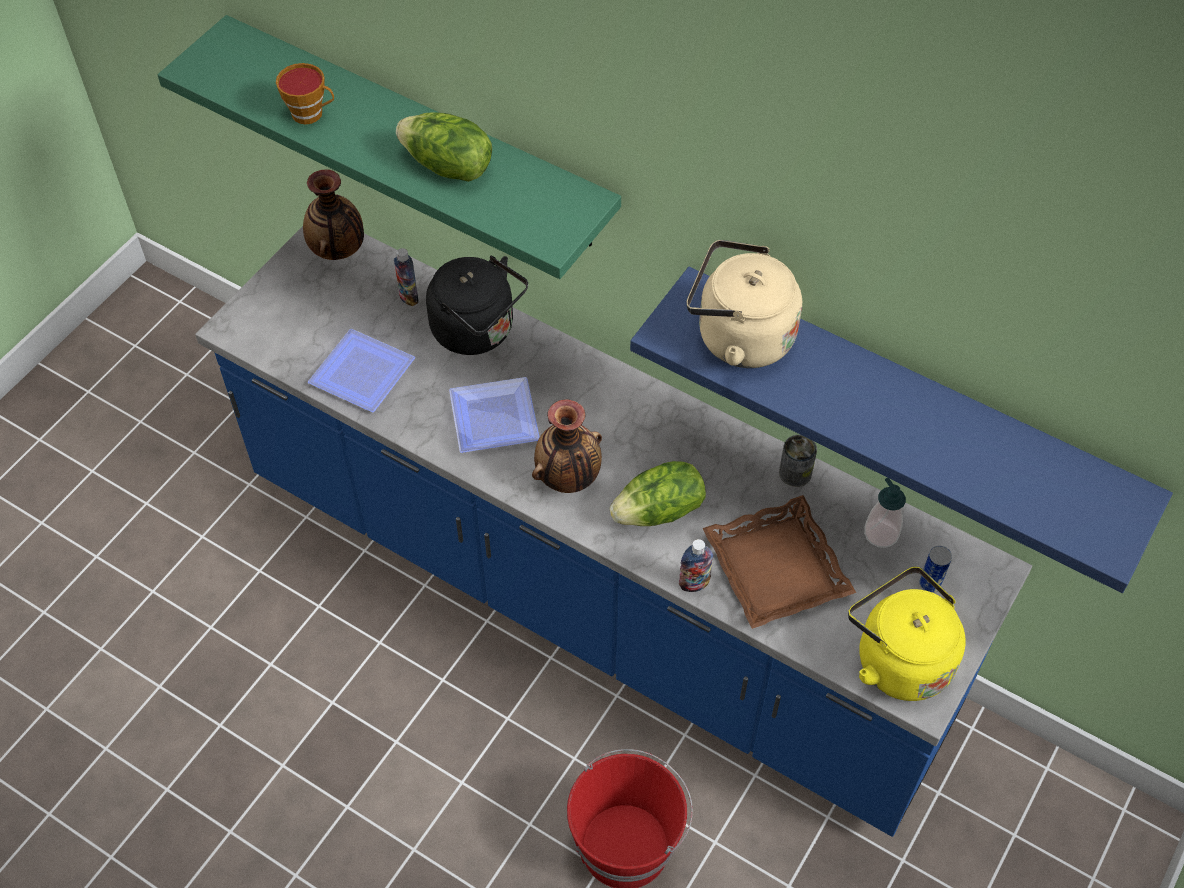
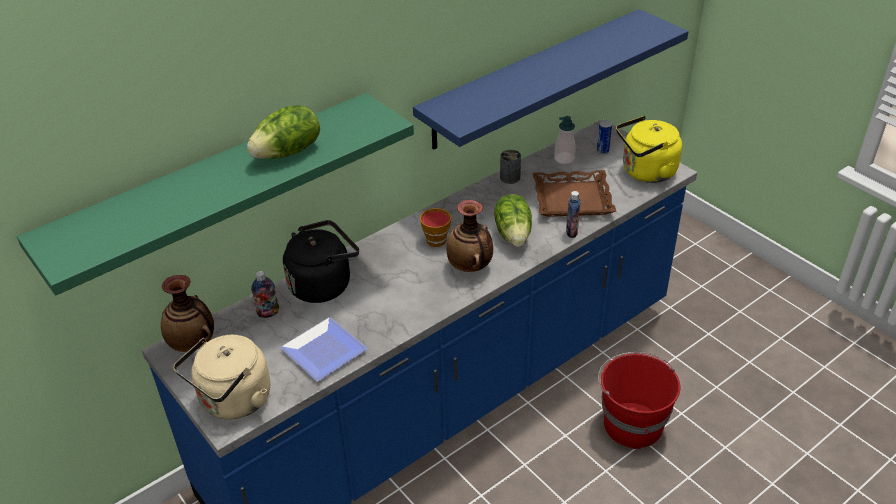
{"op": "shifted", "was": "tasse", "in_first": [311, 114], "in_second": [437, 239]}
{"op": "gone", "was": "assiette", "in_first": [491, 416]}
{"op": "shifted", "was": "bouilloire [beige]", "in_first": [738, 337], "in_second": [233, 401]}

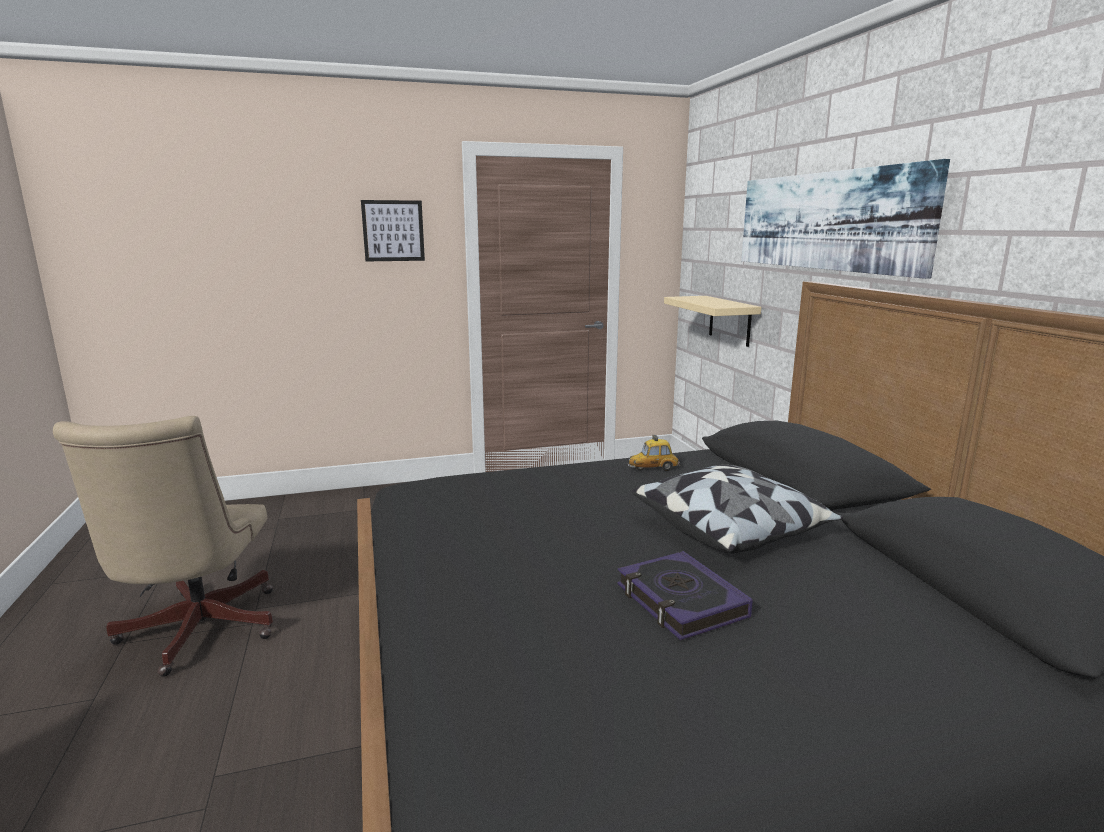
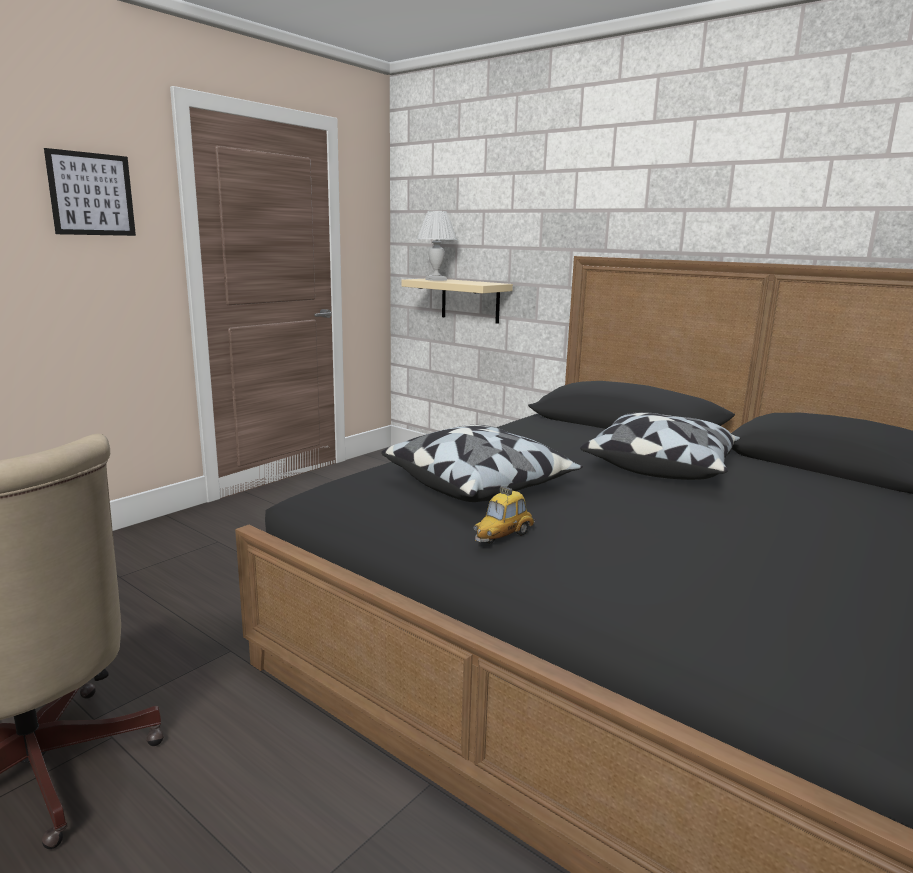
{"op": "gone", "was": "livre", "in_first": [680, 601]}
{"op": "shifted", "was": "petite voiture", "in_first": [653, 469], "in_second": [503, 536]}
{"op": "gone", "was": "tableau", "in_first": [826, 221]}
{"op": "new", "now": "coussin", "in_second": [480, 486]}
{"op": "new", "now": "lampe de table [blanc]", "in_second": [435, 280]}

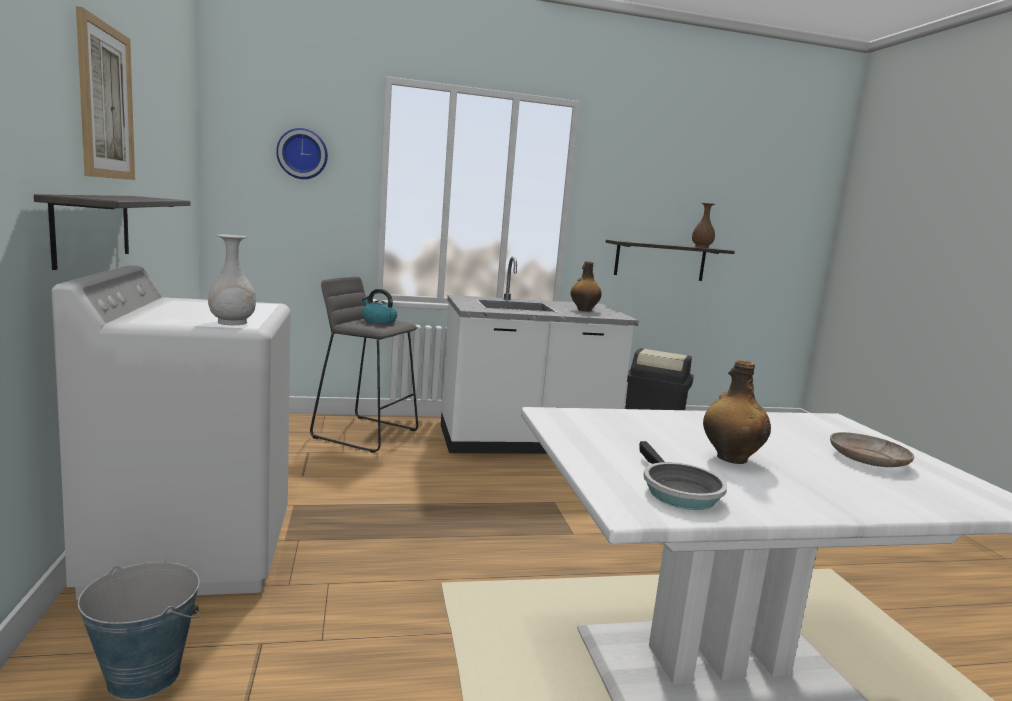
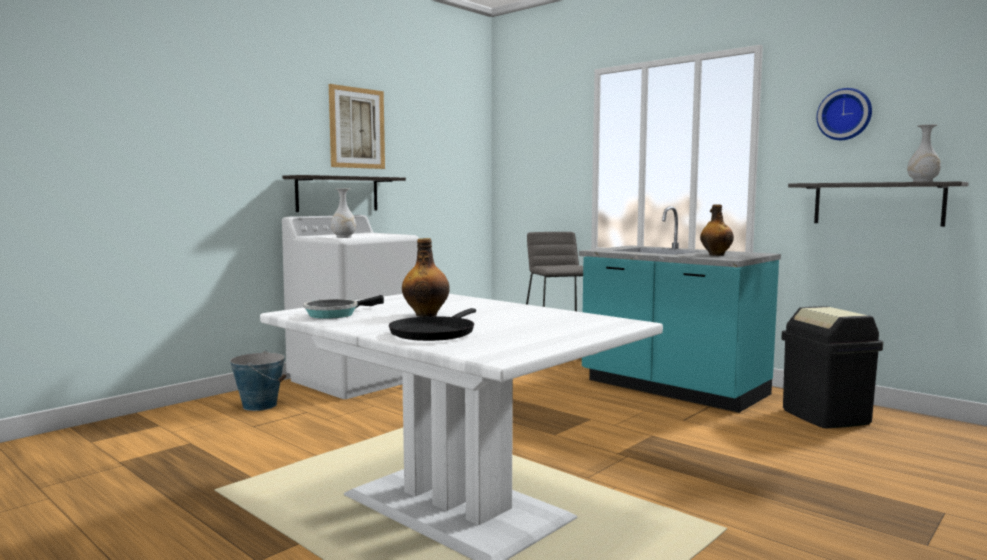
{"op": "shifted", "was": "horloge murale", "in_first": [302, 154], "in_second": [845, 114]}
{"op": "gone", "was": "bouilloire", "in_first": [378, 321]}
{"op": "repainted", "was": "comptoir de cuisine [blanc]", "now": "comptoir de cuisine [turquoise]", "in_first": [525, 442], "in_second": [672, 388]}
{"op": "repainted", "was": "vase [marron]", "now": "vase [blanc]", "in_first": [702, 247], "in_second": [922, 181]}
{"op": "gone", "was": "assiette [beige]", "in_first": [867, 459]}
{"op": "new", "now": "poêle [noir]", "in_second": [434, 333]}

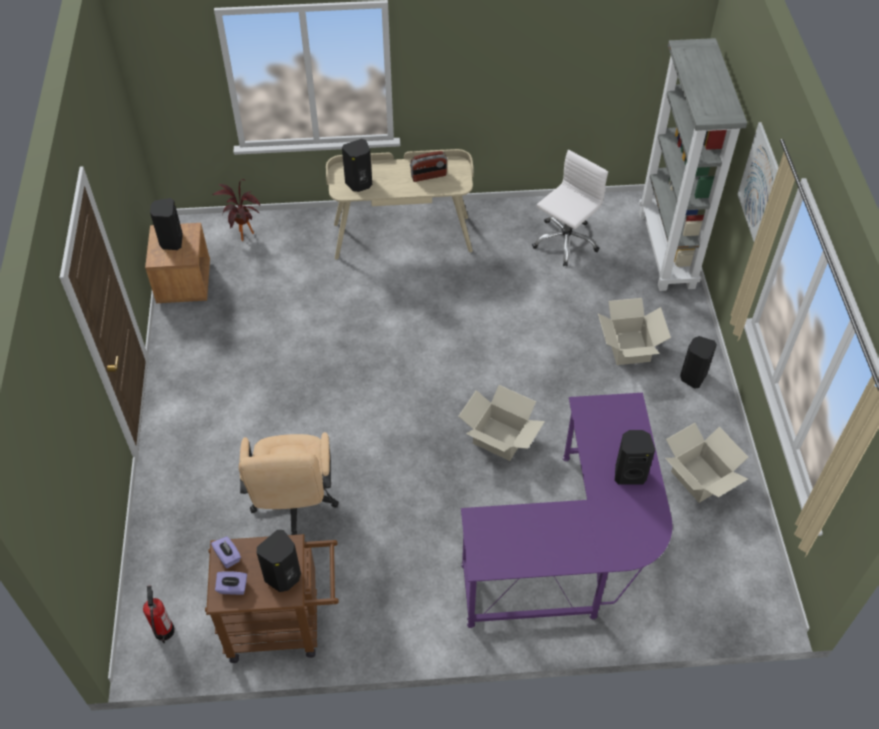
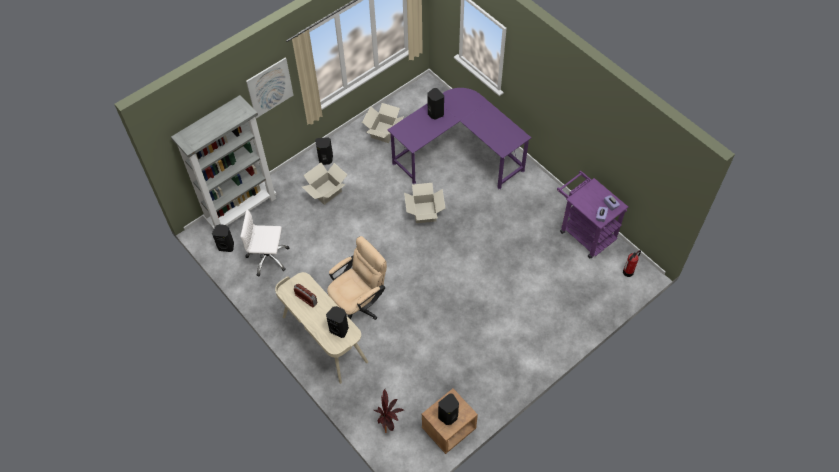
{"op": "repainted", "was": "chariot [marron]", "now": "chariot [violet]", "in_first": [283, 625], "in_second": [584, 232]}
{"op": "shifted", "was": "chaise de bureau [beige]", "in_first": [294, 505], "in_second": [359, 304]}
{"op": "shifted", "was": "enceinte [noir]", "in_first": [284, 577], "in_second": [226, 246]}

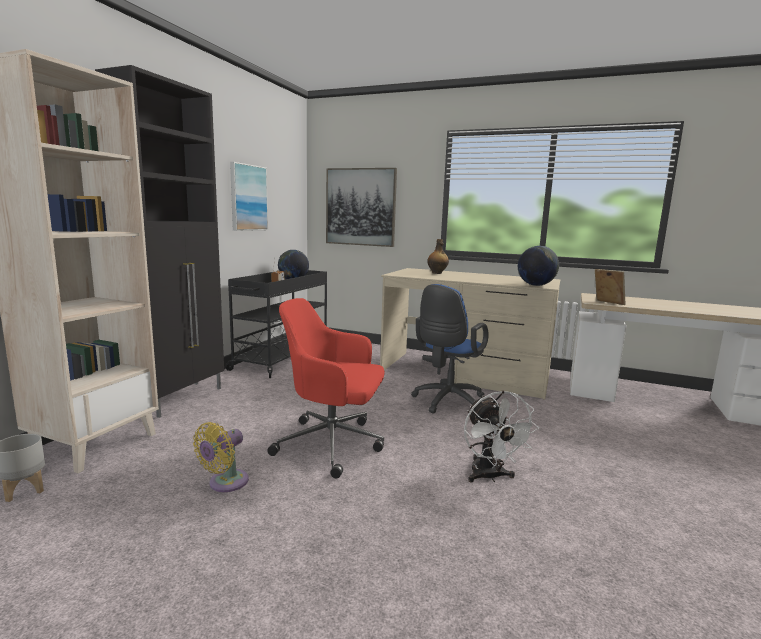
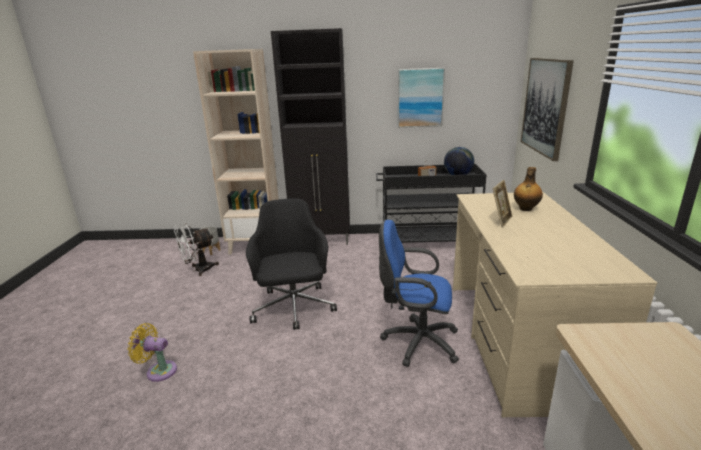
{"op": "shifted", "was": "ventilateur [jaune]", "in_first": [225, 483], "in_second": [158, 371]}
{"op": "repainted", "was": "chaise de bureau [rouge]", "now": "chaise de bureau [noir]", "in_first": [332, 444], "in_second": [294, 308]}
{"op": "shifted", "was": "ventilateur [blanc]", "in_first": [490, 477], "in_second": [198, 270]}
{"op": "gone", "was": "globe", "in_first": [536, 285]}
{"op": "shifted", "was": "cadre photo", "in_first": [607, 303], "in_second": [501, 220]}

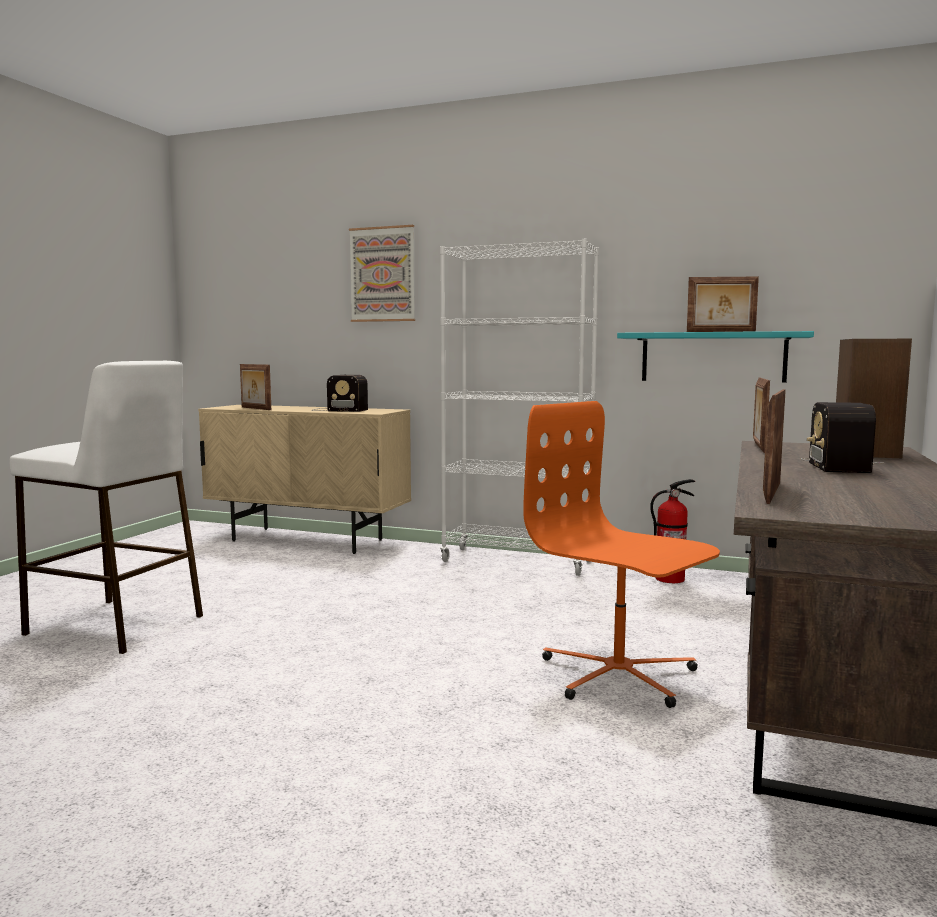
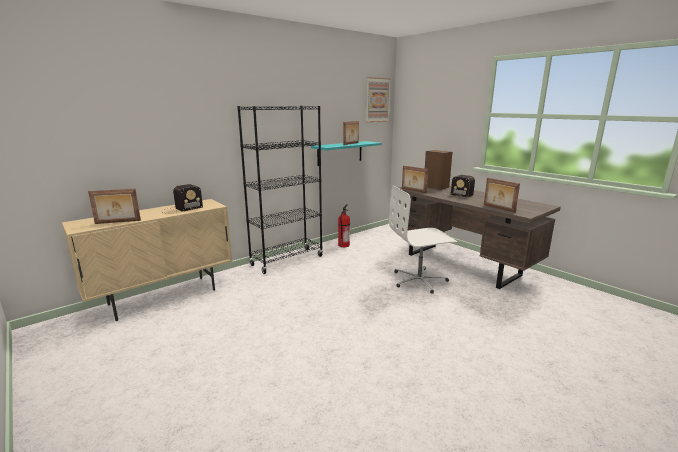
{"op": "gone", "was": "tabouret [blanc]", "in_first": [116, 625]}
{"op": "shifted", "was": "tableau", "in_first": [382, 274], "in_second": [377, 100]}
{"op": "repainted", "was": "bibliothèque [blanc]", "now": "bibliothèque [noir]", "in_first": [517, 561], "in_second": [287, 260]}
{"op": "repainted", "was": "chaise de bureau [orange]", "now": "chaise de bureau [blanc]", "in_first": [618, 675], "in_second": [419, 280]}

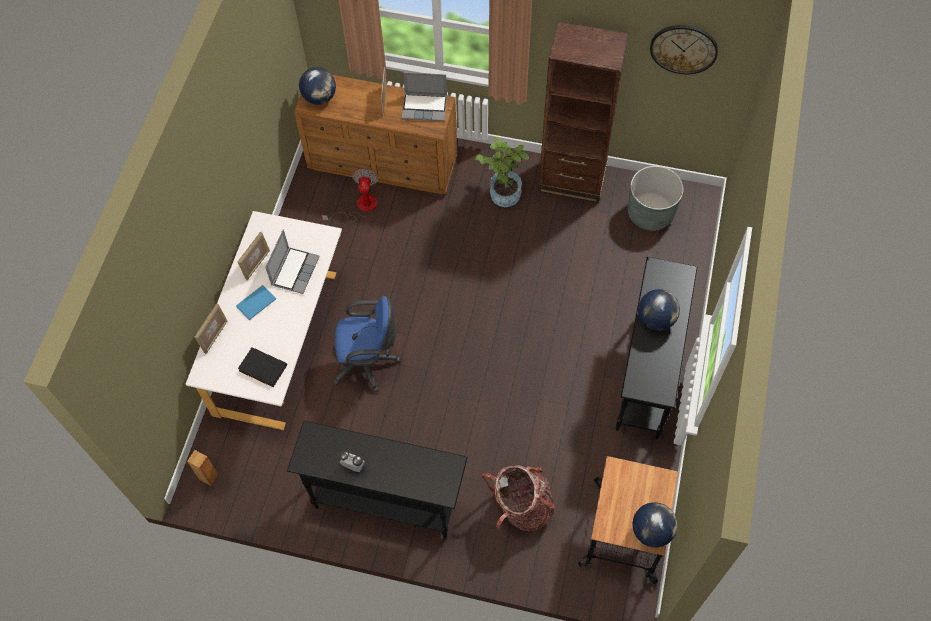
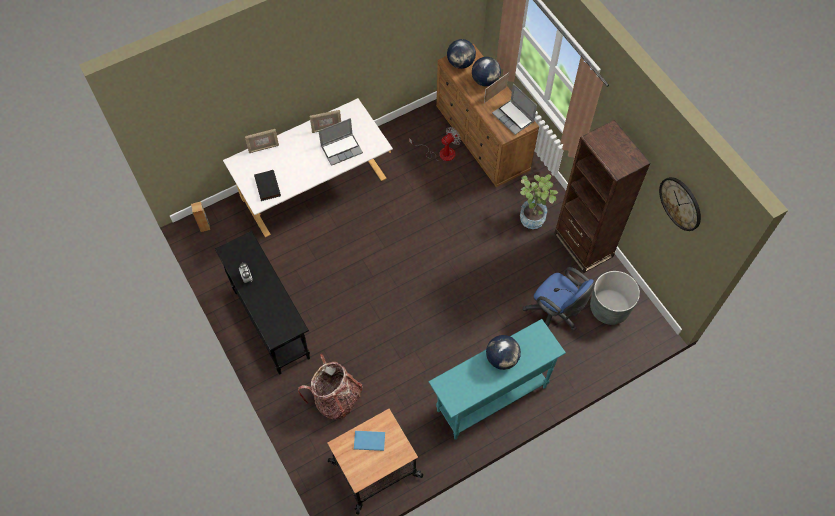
{"op": "shifted", "was": "livre [bleu]", "in_first": [255, 303], "in_second": [368, 440]}
{"op": "shifted", "was": "chaise de bureau [bleu]", "in_first": [368, 363], "in_second": [554, 314]}
{"op": "repainted", "was": "table console [noir]", "now": "table console [turquoise]", "in_first": [646, 376], "in_second": [491, 398]}
{"op": "shifted", "was": "globe", "in_first": [651, 531], "in_second": [485, 80]}

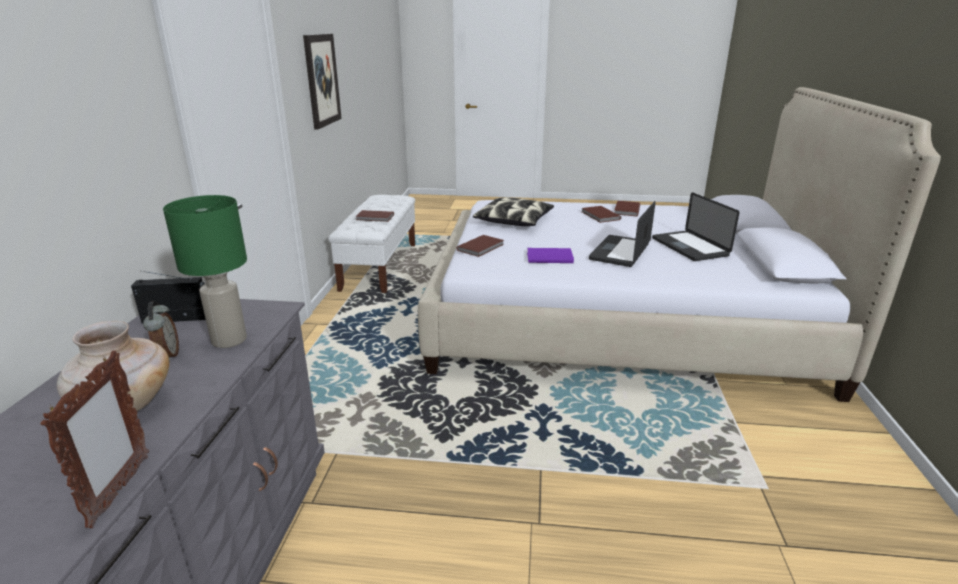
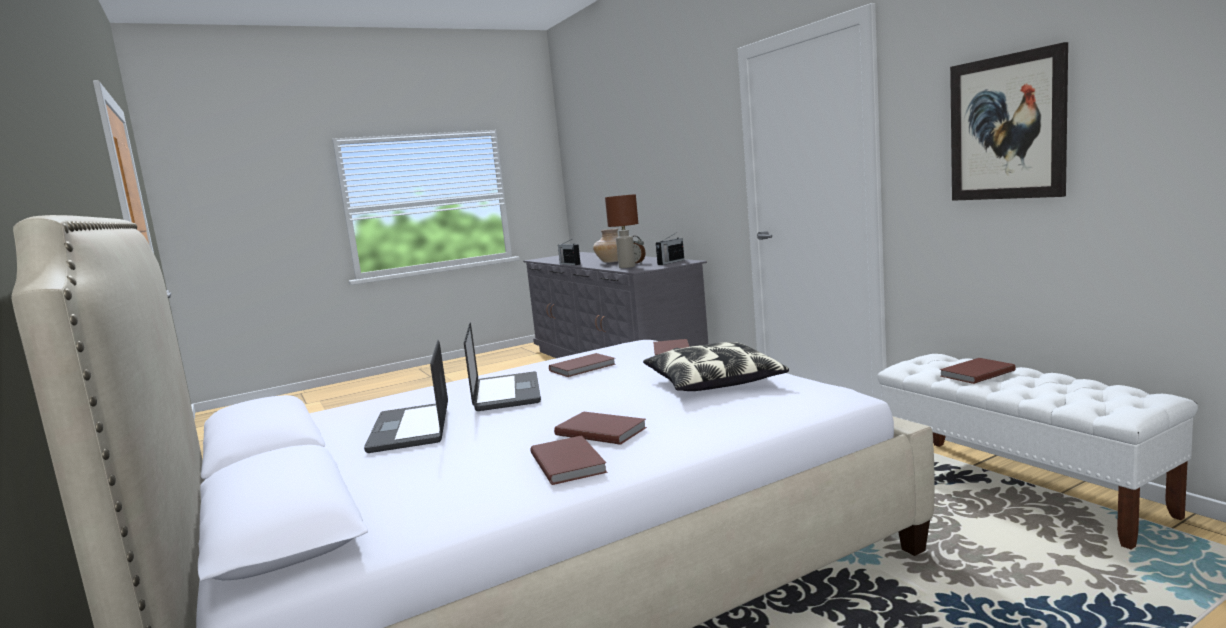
{"op": "swapped", "was": "cadre photo", "now": "radio", "in_first": [119, 491], "in_second": [569, 264]}
{"op": "repainted", "was": "lampe de table [vert]", "now": "lampe de table [marron]", "in_first": [229, 340], "in_second": [626, 267]}
{"op": "repainted", "was": "livre [violet]", "now": "livre [marron]", "in_first": [549, 257], "in_second": [584, 367]}
{"op": "rotated", "was": "ordinateur portable", "in_first": [689, 247], "in_second": [411, 429], "clockwise": -135}

